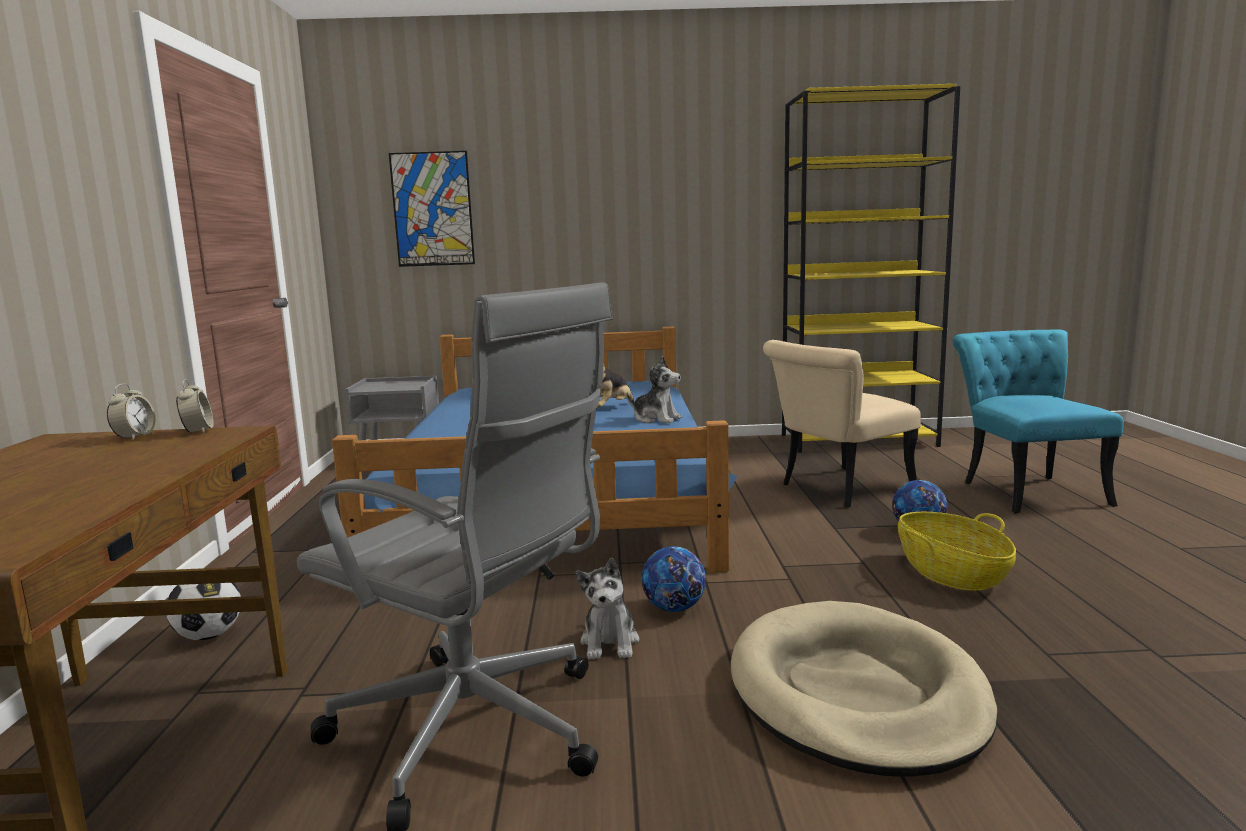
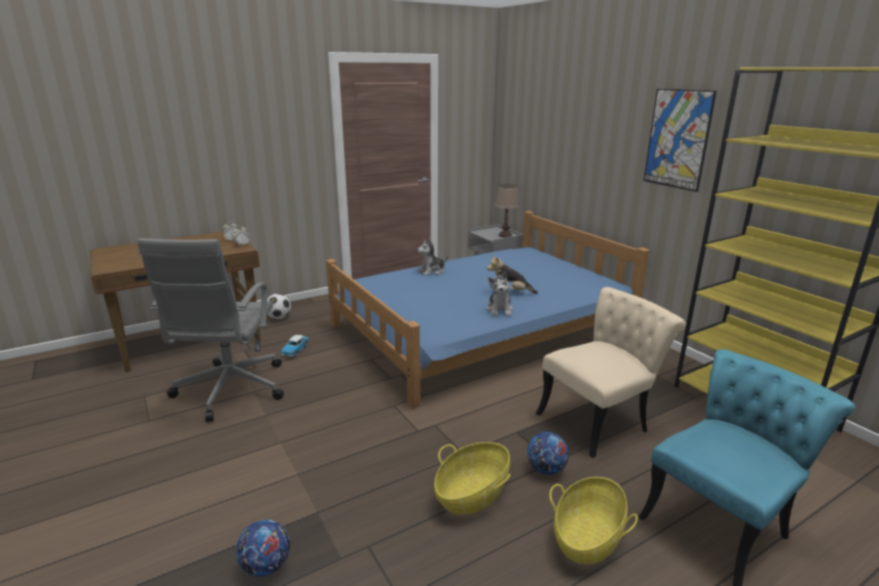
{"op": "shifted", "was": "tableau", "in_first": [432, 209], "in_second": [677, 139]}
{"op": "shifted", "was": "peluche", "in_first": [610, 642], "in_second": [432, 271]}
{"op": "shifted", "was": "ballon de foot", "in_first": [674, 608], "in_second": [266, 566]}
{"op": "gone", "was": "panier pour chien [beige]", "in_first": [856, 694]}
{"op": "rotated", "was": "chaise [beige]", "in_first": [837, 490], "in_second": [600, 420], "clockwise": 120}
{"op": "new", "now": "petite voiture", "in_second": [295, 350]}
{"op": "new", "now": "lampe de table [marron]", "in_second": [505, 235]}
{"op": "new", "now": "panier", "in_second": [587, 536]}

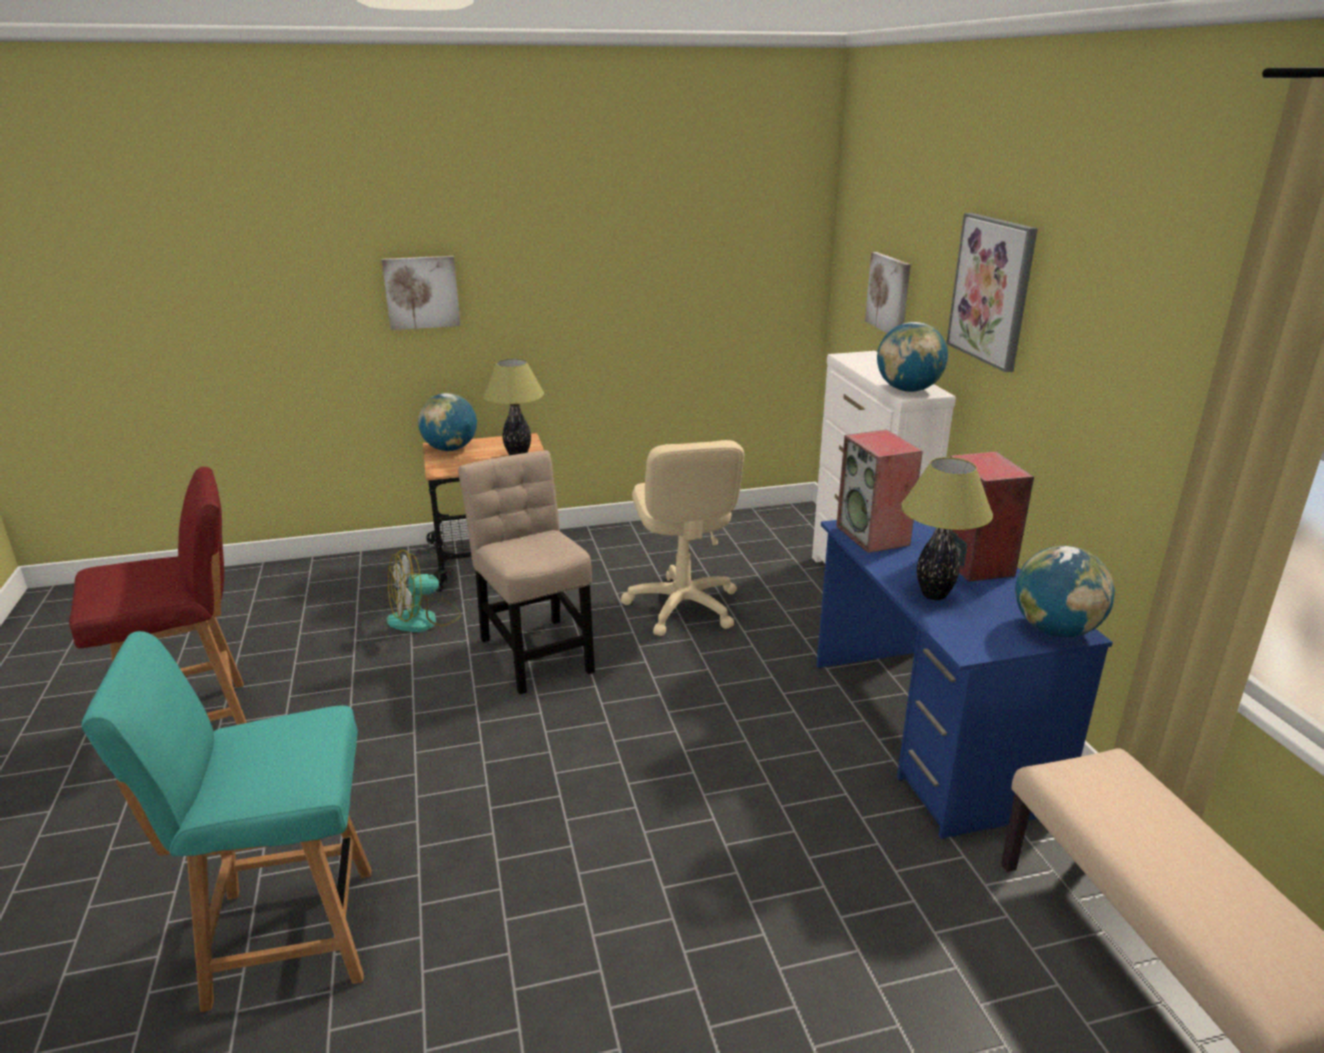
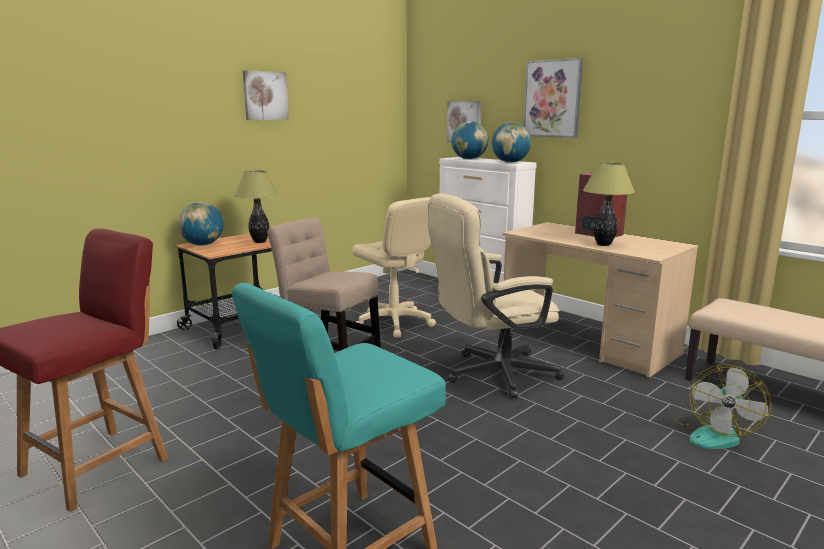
{"op": "shifted", "was": "tableau", "in_first": [421, 292], "in_second": [265, 95]}
{"op": "shifted", "was": "ventilateur", "in_first": [424, 619], "in_second": [715, 434]}
{"op": "repainted", "was": "bureau [bleu]", "now": "bureau [beige]", "in_first": [927, 732], "in_second": [587, 342]}
{"op": "gone", "was": "enceinte", "in_first": [874, 536]}
{"op": "shifted", "was": "globe", "in_first": [1055, 630], "in_second": [469, 159]}
{"op": "new", "now": "chaise de bureau [beige]", "in_second": [491, 374]}

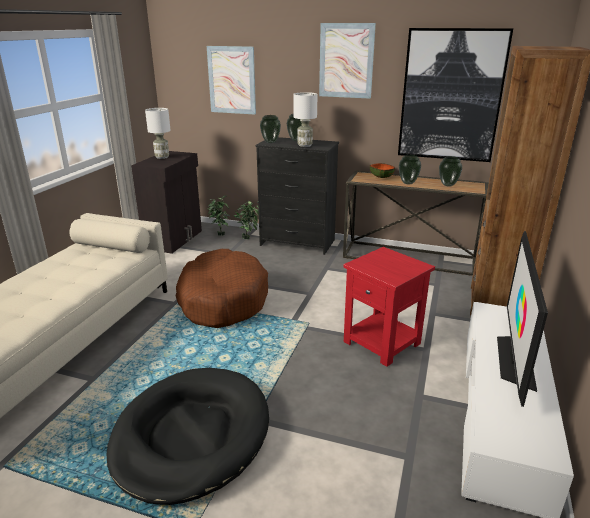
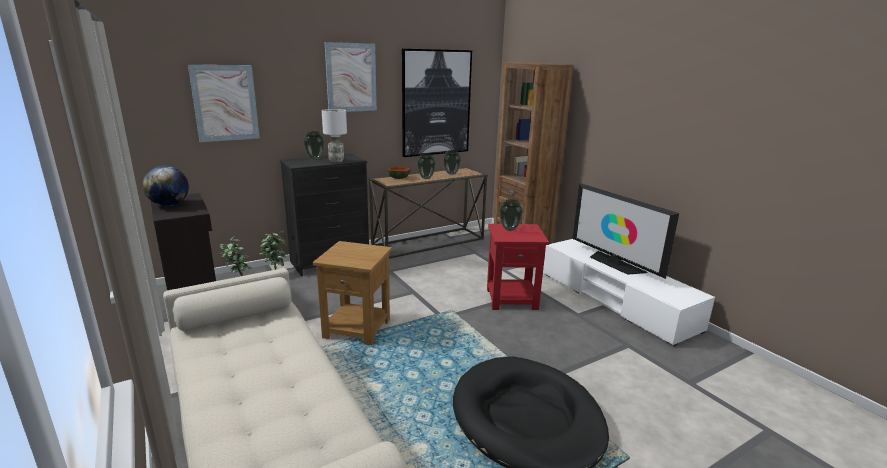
{"op": "swapped", "was": "lampe de table [blanc]", "now": "globe", "in_first": [162, 157], "in_second": [169, 205]}
{"op": "swapped", "was": "panier pour chien [marron]", "now": "table d'appoint [marron]", "in_first": [222, 300], "in_second": [358, 328]}
{"op": "shifted", "was": "vase", "in_first": [270, 142], "in_second": [509, 229]}

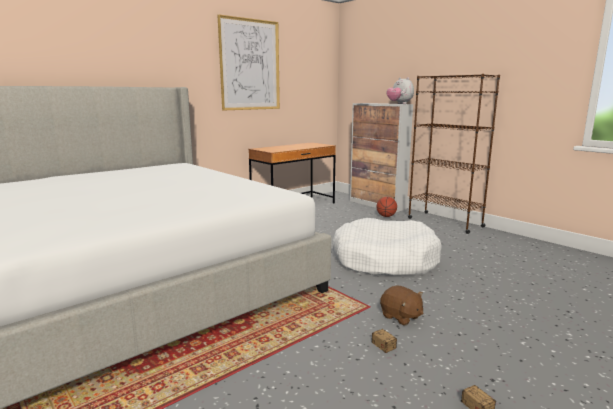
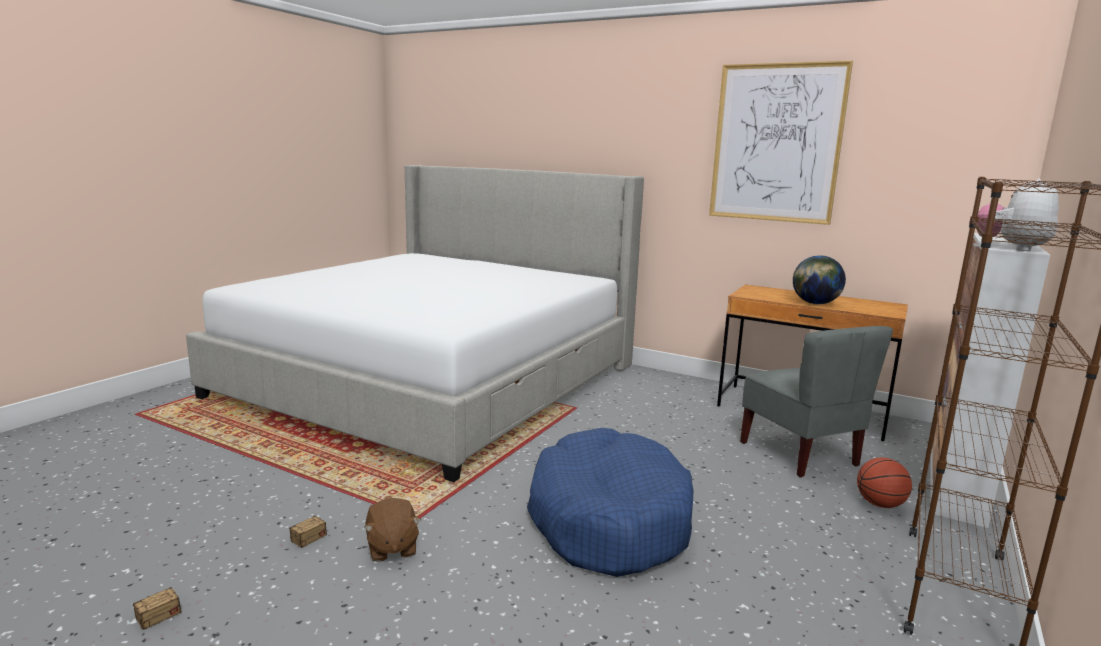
{"op": "repainted", "was": "panier pour chien [blanc]", "now": "panier pour chien [bleu]", "in_first": [384, 260], "in_second": [608, 520]}
{"op": "rotated", "was": "peluche [marron]", "in_first": [401, 317], "in_second": [391, 548], "clockwise": -45}
{"op": "new", "now": "chaise [gris]", "in_second": [800, 454]}
{"op": "new", "now": "globe", "in_second": [815, 303]}

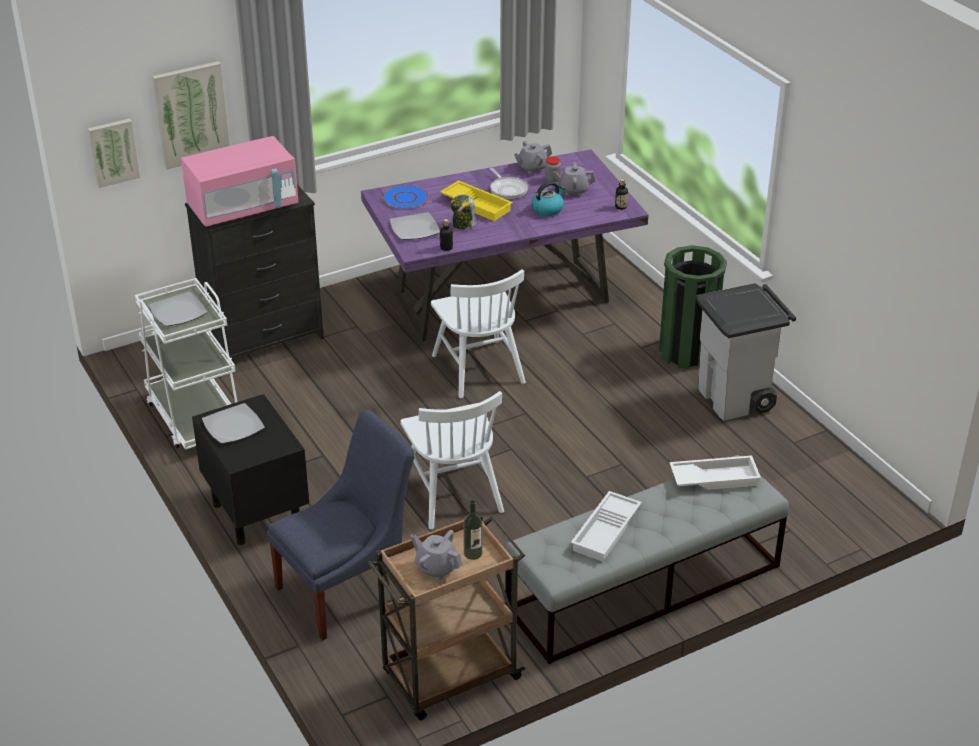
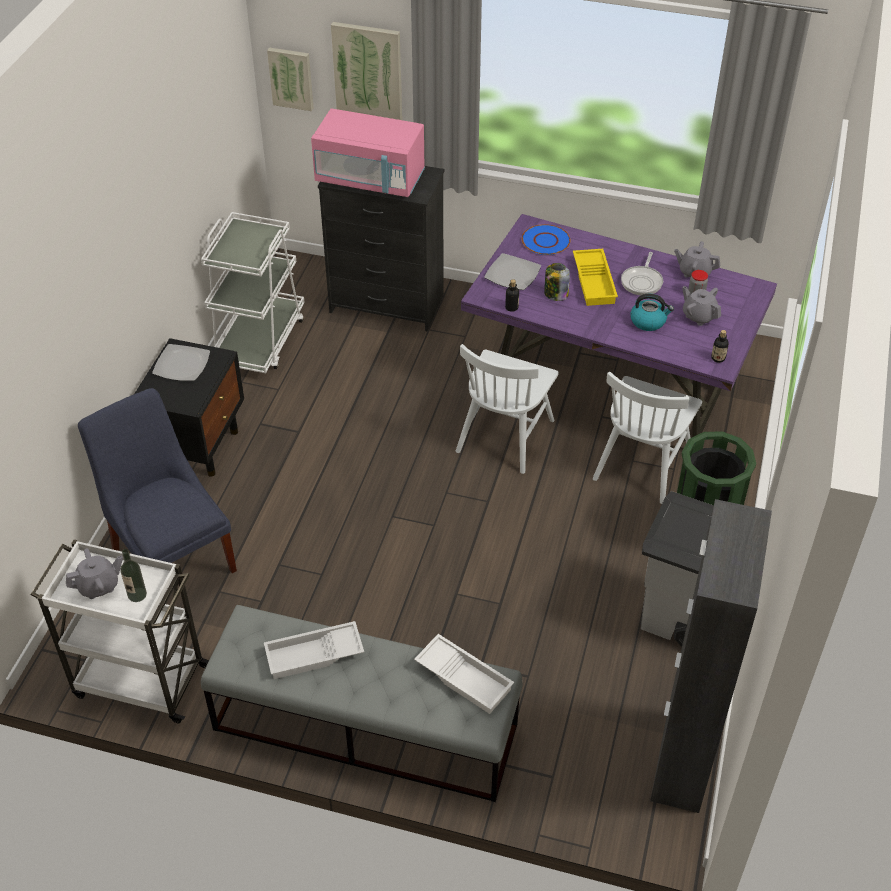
{"op": "gone", "was": "assiette", "in_first": [178, 312]}
{"op": "rotated", "was": "chaise [bleu]", "in_first": [349, 589], "in_second": [172, 555], "clockwise": -135}
{"op": "repainted", "was": "chariot [marron]", "now": "chariot [blanc]", "in_first": [449, 677], "in_second": [139, 680]}
{"op": "shifted", "was": "chaise [blanc]", "in_first": [453, 493], "in_second": [642, 463]}
{"op": "rotated", "was": "théière [gris]", "in_first": [436, 567], "in_second": [99, 586], "clockwise": 75}
{"op": "new", "now": "meuble de rangement [noir]", "in_second": [682, 760]}

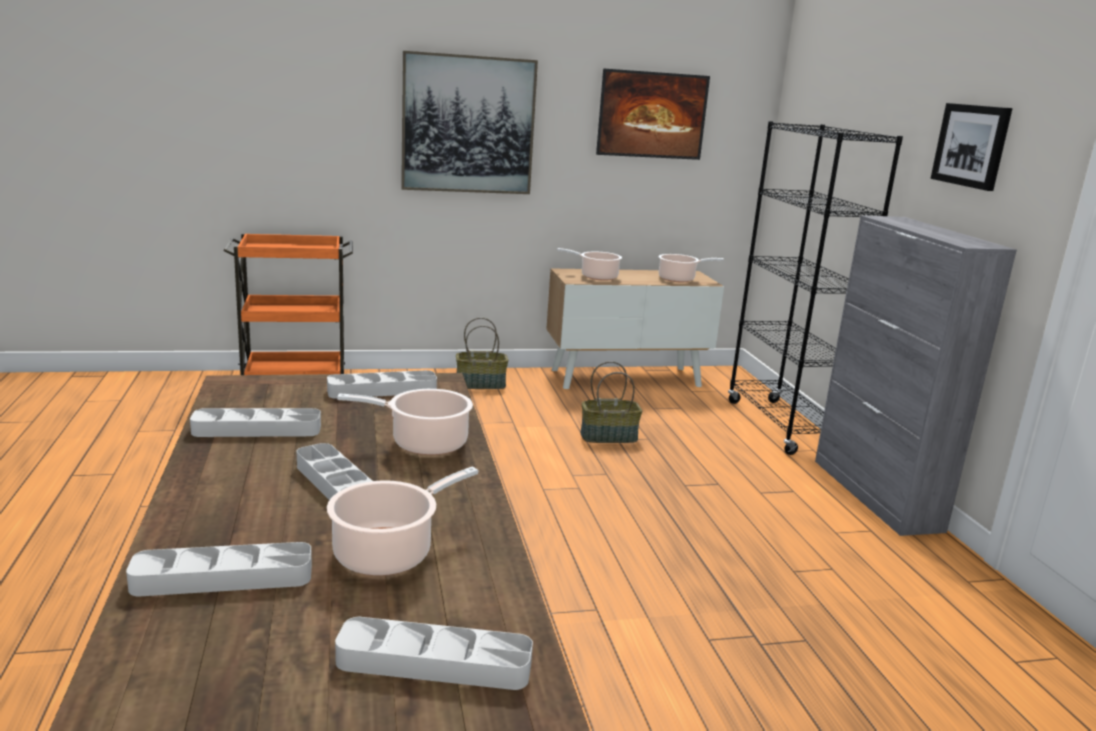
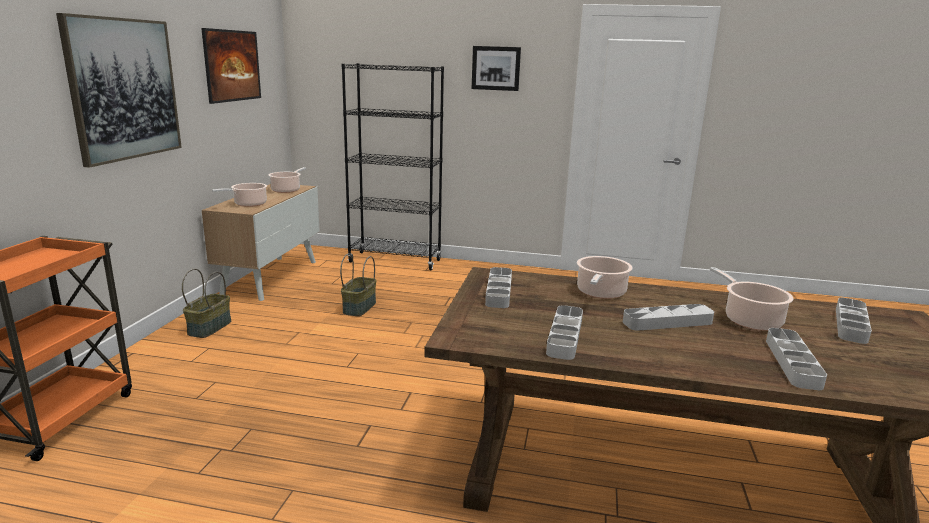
{"op": "gone", "was": "meuble de rangement [gris]", "in_first": [876, 495]}

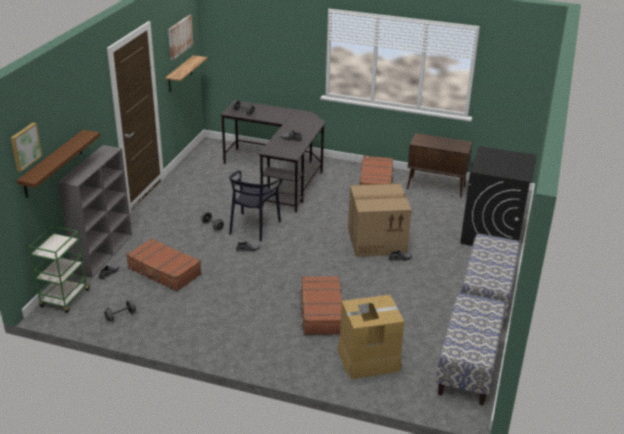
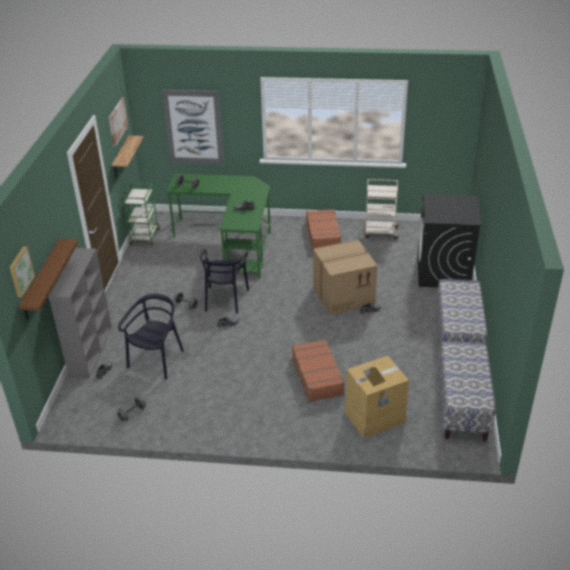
{"op": "shifted", "was": "chariot [vert]", "in_first": [65, 299], "in_second": [145, 237]}
{"op": "swapped", "was": "valise [marron]", "now": "chaise [noir]", "in_first": [164, 272], "in_second": [157, 360]}
{"op": "repainted", "was": "bureau [noir]", "now": "bureau [vert]", "in_first": [279, 175], "in_second": [231, 241]}
{"op": "swapped", "was": "meuble de rangement [marron]", "now": "chariot [beige]", "in_first": [436, 187], "in_second": [380, 232]}
{"op": "new", "now": "tableau", "in_second": [194, 127]}

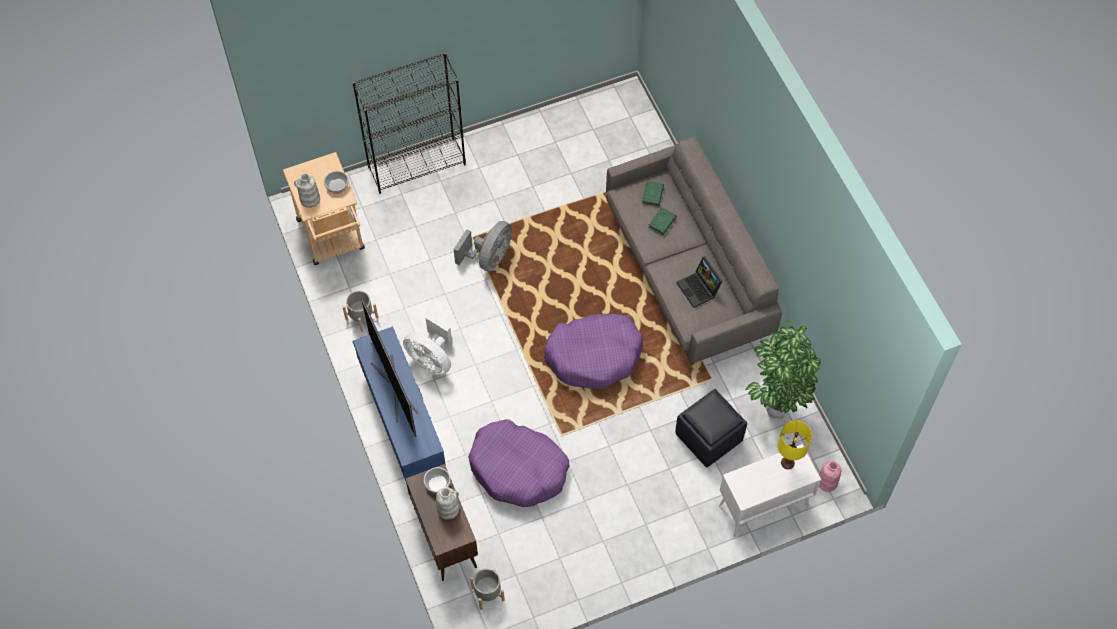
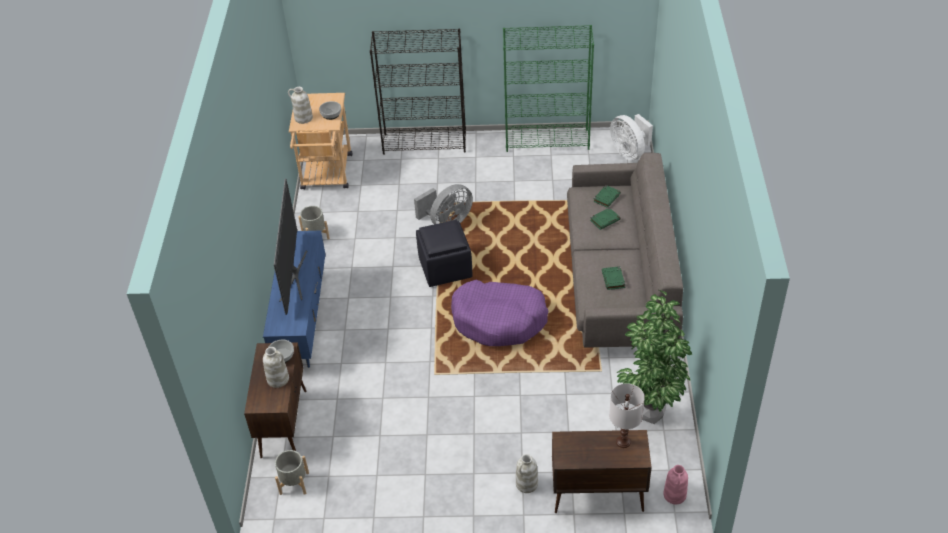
{"op": "shifted", "was": "ventilateur [blanc]", "in_first": [431, 360], "in_second": [629, 152]}
{"op": "gone", "was": "panier pour chien [violet]", "in_first": [518, 469]}
{"op": "shifted", "was": "pouf [noir]", "in_first": [709, 437], "in_second": [446, 268]}
{"op": "swapped", "was": "ordinateur portable", "now": "livre [vert]", "in_first": [699, 289], "in_second": [613, 280]}
{"op": "repainted", "was": "meuble de rangement [blanc]", "now": "meuble de rangement [marron]", "in_first": [762, 507], "in_second": [596, 496]}
{"op": "repainted", "was": "lampe de table [jaune]", "now": "lampe de table [blanc]", "in_first": [787, 462], "in_second": [623, 441]}
{"op": "new", "now": "bibliothèque [vert]", "in_second": [547, 140]}
{"op": "new", "now": "vase [blanc]", "in_second": [526, 484]}

